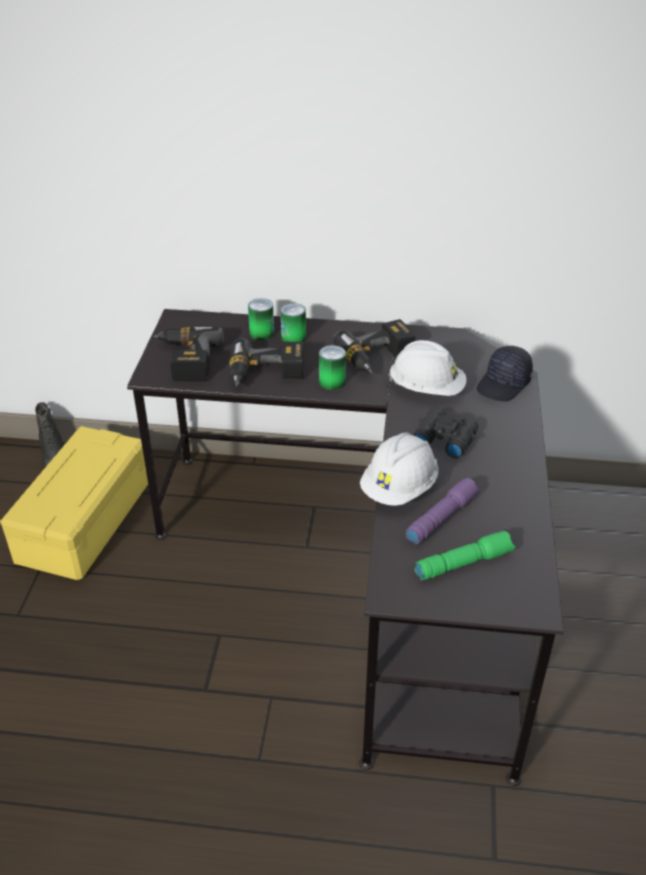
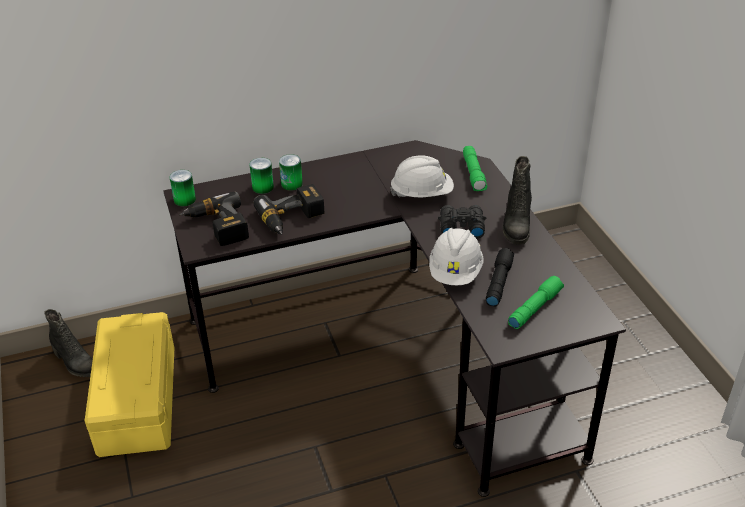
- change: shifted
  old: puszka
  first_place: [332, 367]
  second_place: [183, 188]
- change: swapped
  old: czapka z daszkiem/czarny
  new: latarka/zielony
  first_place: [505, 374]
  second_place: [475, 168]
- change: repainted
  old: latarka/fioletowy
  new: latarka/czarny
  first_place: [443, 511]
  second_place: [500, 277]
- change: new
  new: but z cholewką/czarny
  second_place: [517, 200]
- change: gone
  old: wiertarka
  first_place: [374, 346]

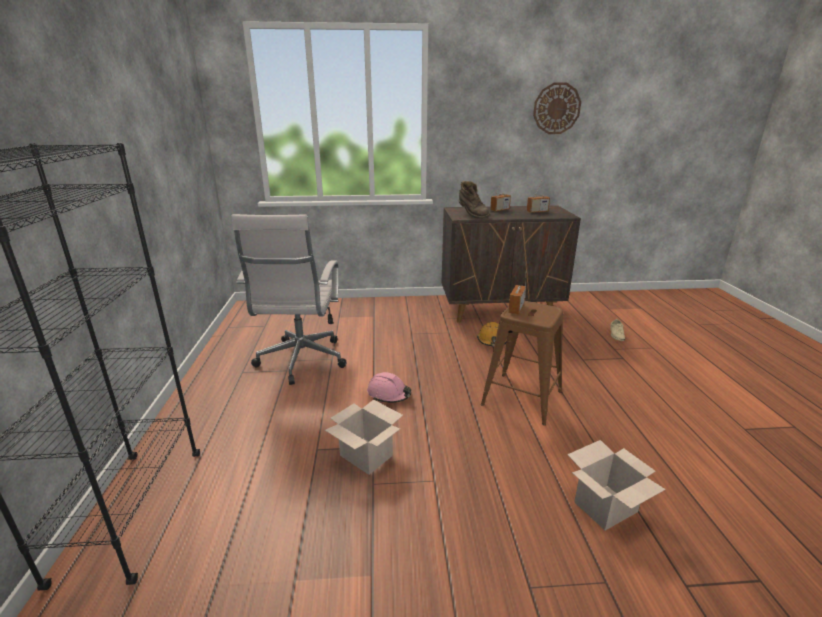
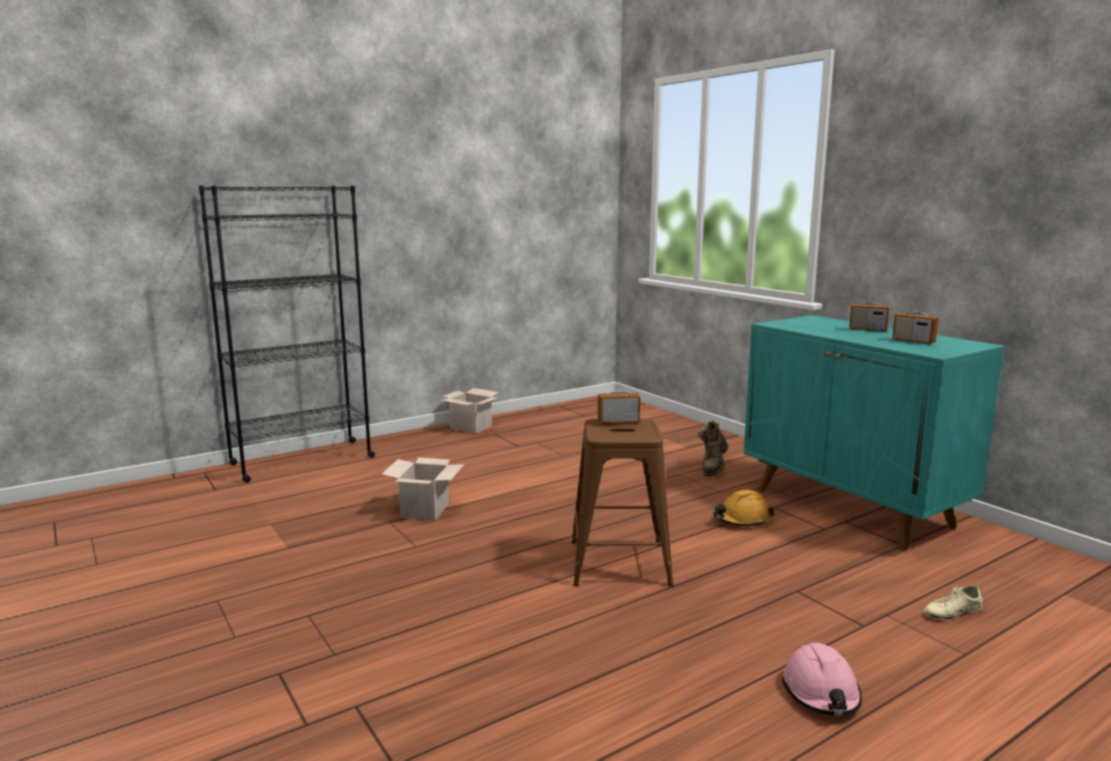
- change: shifted
  old: karton
  first_place: [616, 485]
  second_place: [469, 411]
- change: shifted
  old: but z cholewką/brązowy
  first_place: [474, 200]
  second_place: [712, 448]
- change: repainted
  old: szafka/brązowy
  new: szafka/turkusowy
  first_place: [511, 264]
  second_place: [874, 433]
- change: shifted
  old: kask/różowy
  first_place: [389, 387]
  second_place: [822, 679]
- change: gone
  old: krzesło biurowe/biały
  first_place: [289, 299]
- change: gone
  old: zegar ścienny
  first_place: [557, 108]

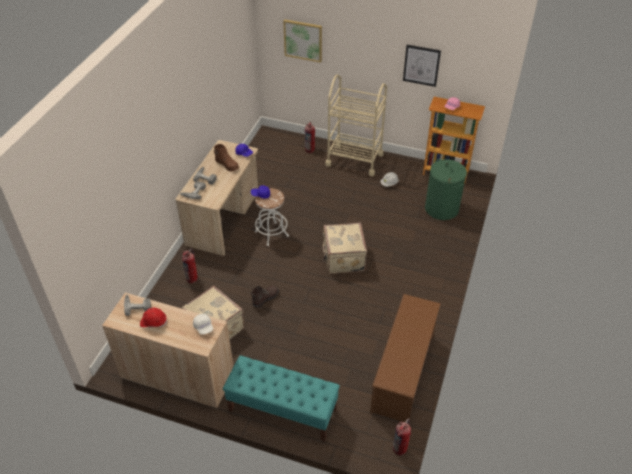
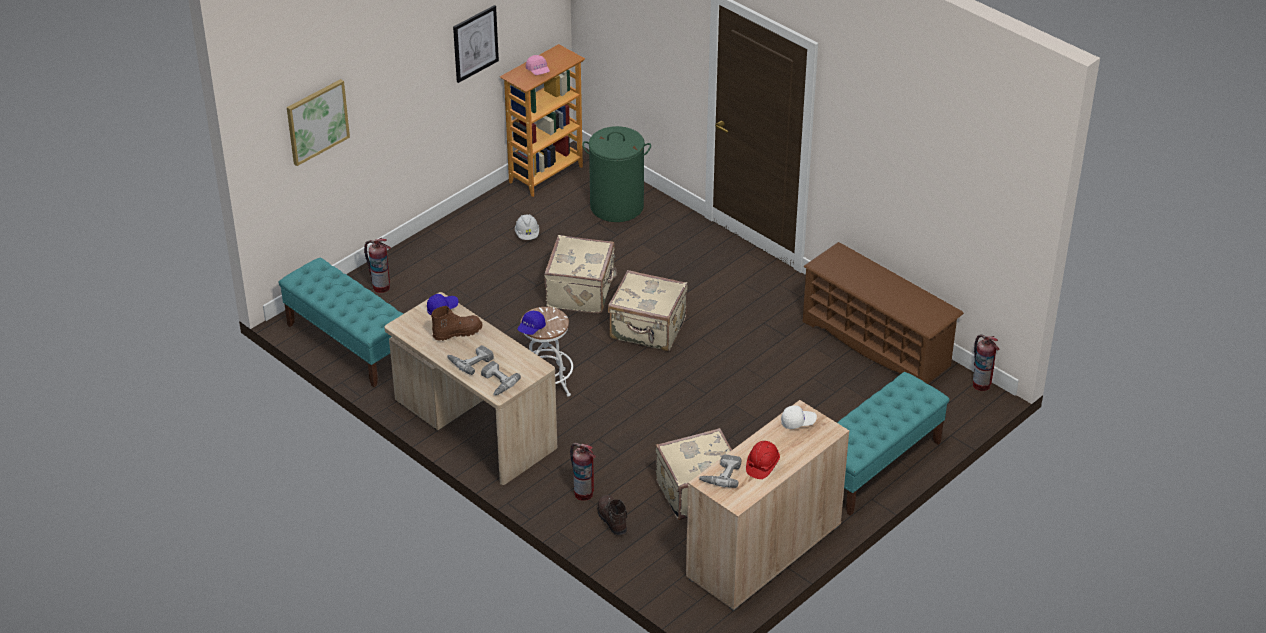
- change: new
  new: ławka/turkusowy
  second_place: [341, 322]
- change: new
  new: walizka/beżowy
  second_place: [580, 274]
- change: shifted
  old: but z cholewką/brązowy
  first_place: [265, 296]
  second_place: [612, 515]
- change: gone
  old: wózek/beżowy
  first_place: [356, 125]

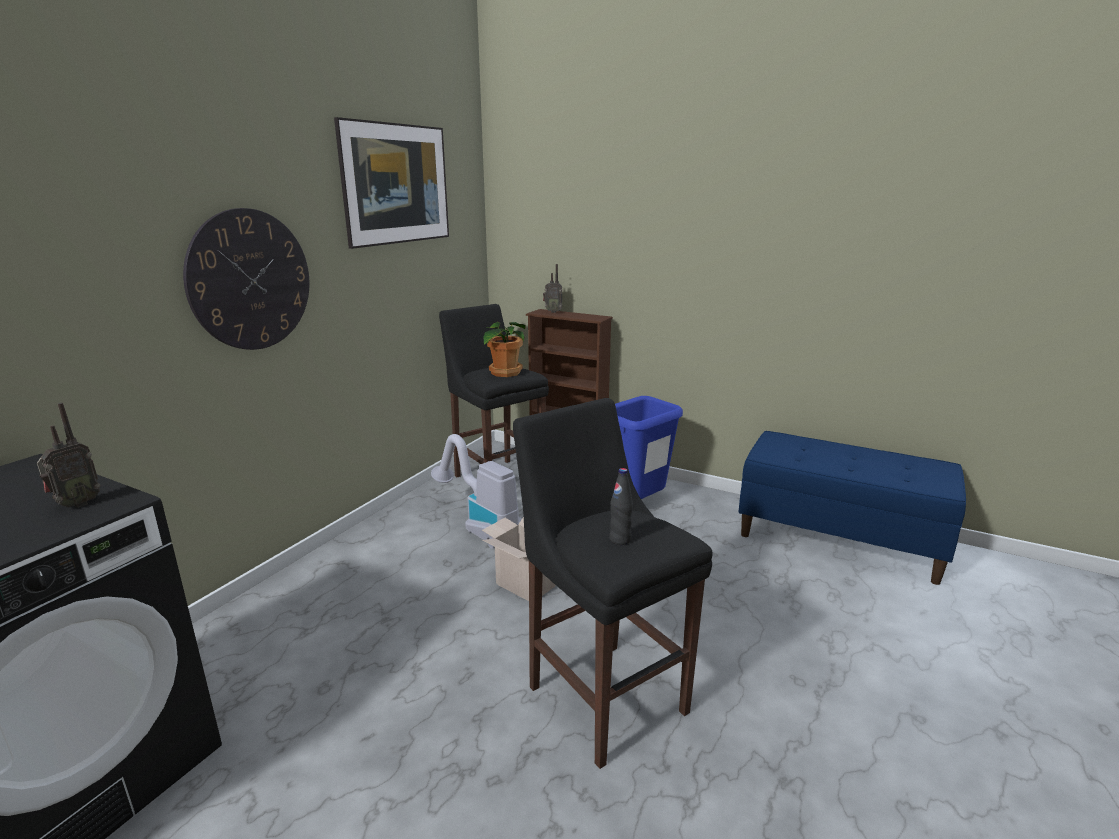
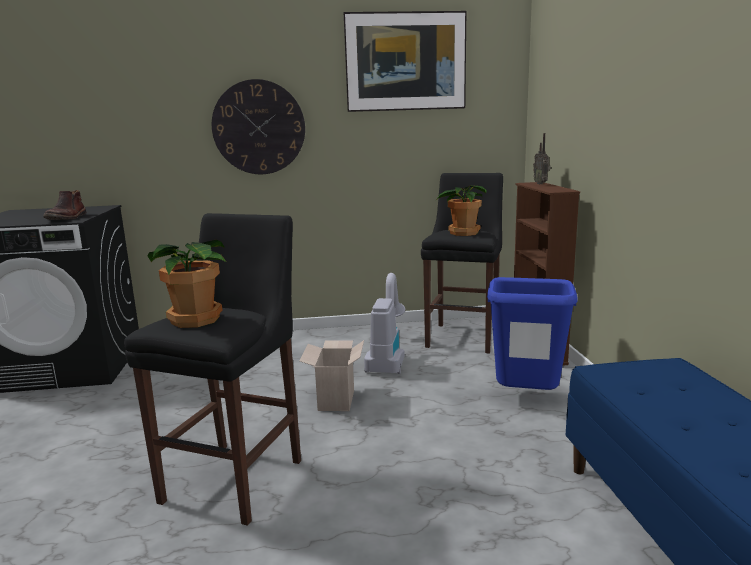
- change: swapped
  old: radio
  new: but z cholewką/brązowy
  first_place: [69, 455]
  second_place: [64, 205]
- change: swapped
  old: butelka/czarny
  new: roślina doniczkowa
  first_place: [621, 506]
  second_place: [187, 283]

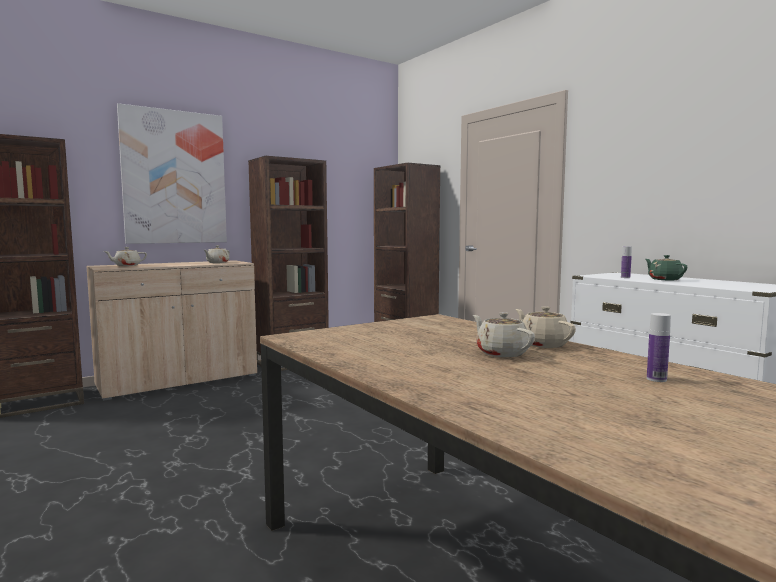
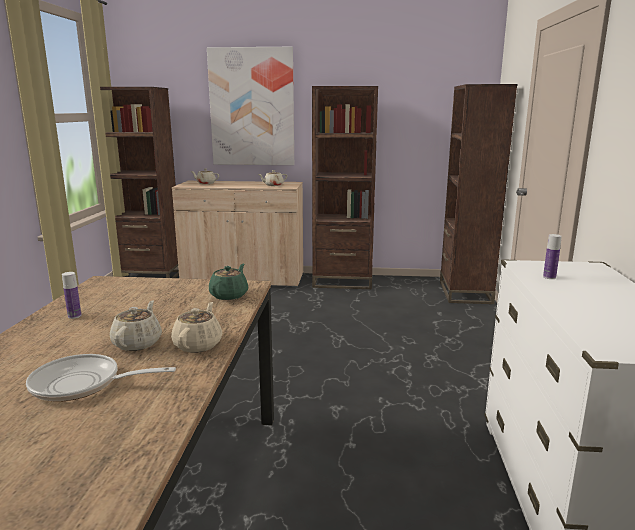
- change: new
  new: patelnia
  second_place: [101, 378]
- change: shifted
  old: butelka
  first_place: [659, 347]
  second_place: [71, 295]
- change: shifted
  old: imbryk/zielony
  first_place: [666, 267]
  second_place: [228, 282]

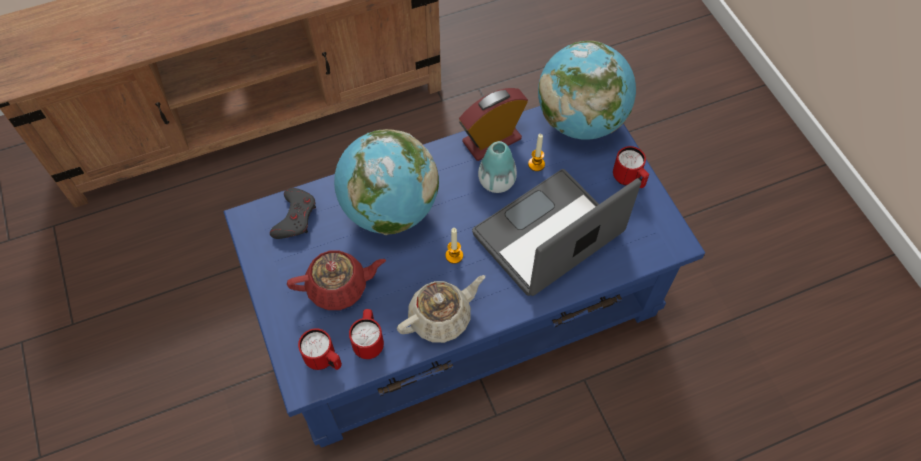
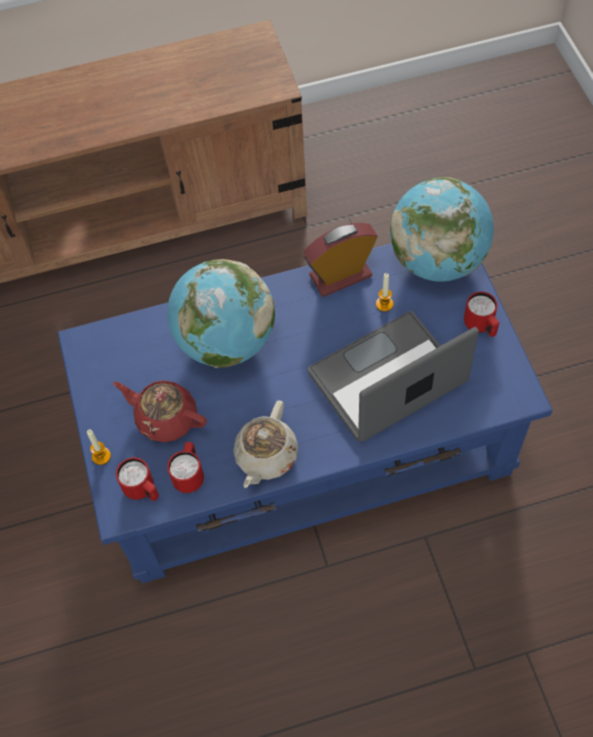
- change: shifted
  old: świeca
  first_place: [454, 246]
  second_place: [99, 447]
- change: rotated
  old: imbryk/czerwony
  first_place: [336, 280]
  second_place: [160, 411]
  degrees: -150
- change: rotated
  old: imbryk/beżowy
  first_place: [441, 309]
  second_place: [266, 444]
  degrees: 135
- change: gone
  old: pad do gier/szary
  first_place: [293, 213]
- change: gone
  old: wazon
  first_place: [497, 167]

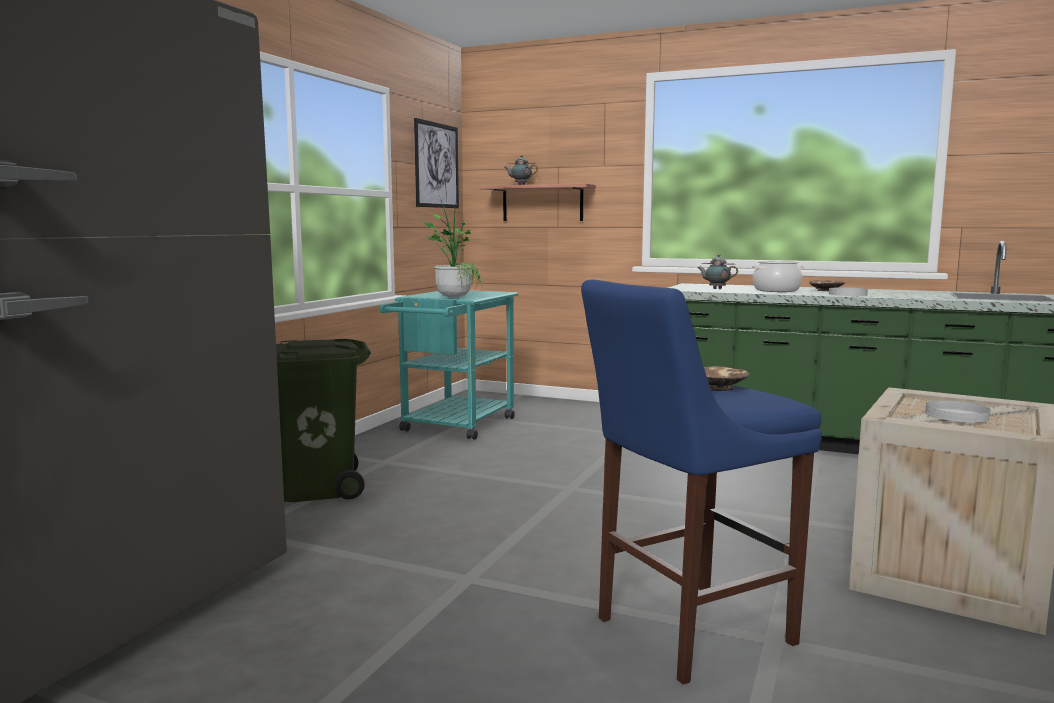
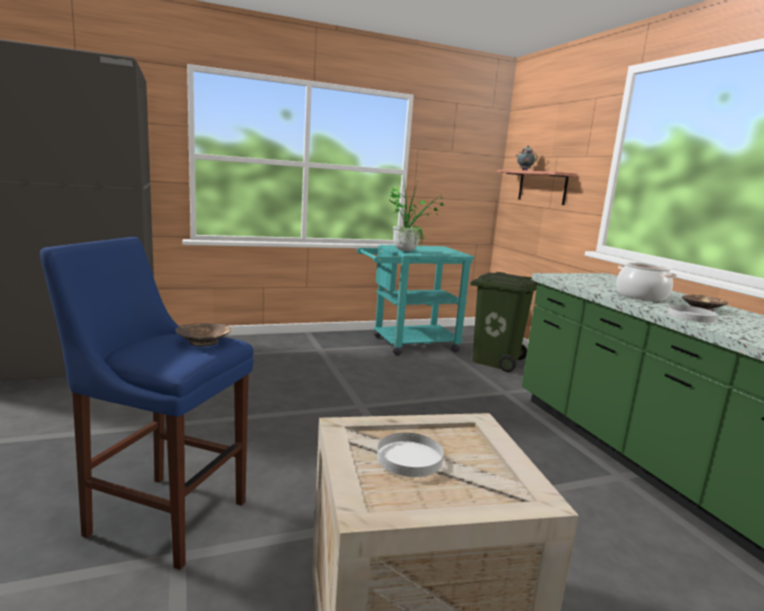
- change: shifted
  old: kosz na śmieci/zielony
  first_place: [323, 420]
  second_place: [503, 322]
- change: gone
  old: obraz
  first_place: [436, 163]
- change: gone
  old: imbryk
  first_place: [717, 271]

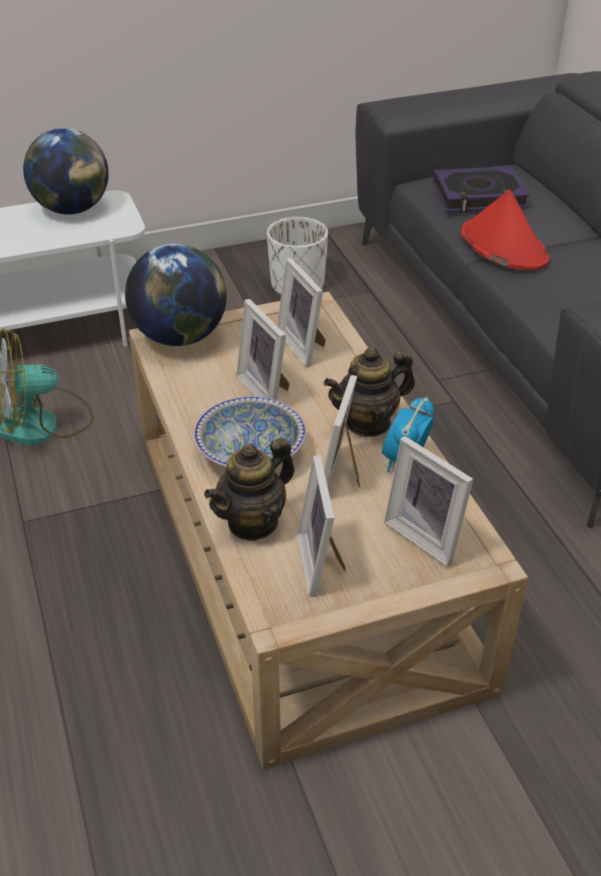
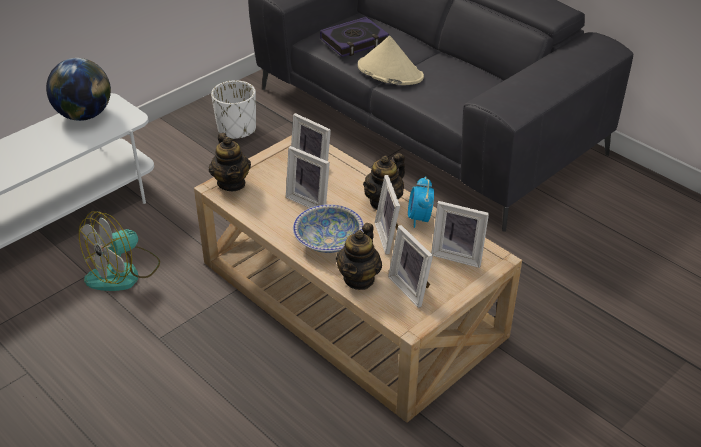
- change: swapped
  old: globus
  new: imbryk
  first_place: [176, 295]
  second_place: [230, 162]
- change: repainted
  old: kapelusz/czerwony
  new: kapelusz/beżowy
  first_place: [505, 230]
  second_place: [391, 60]

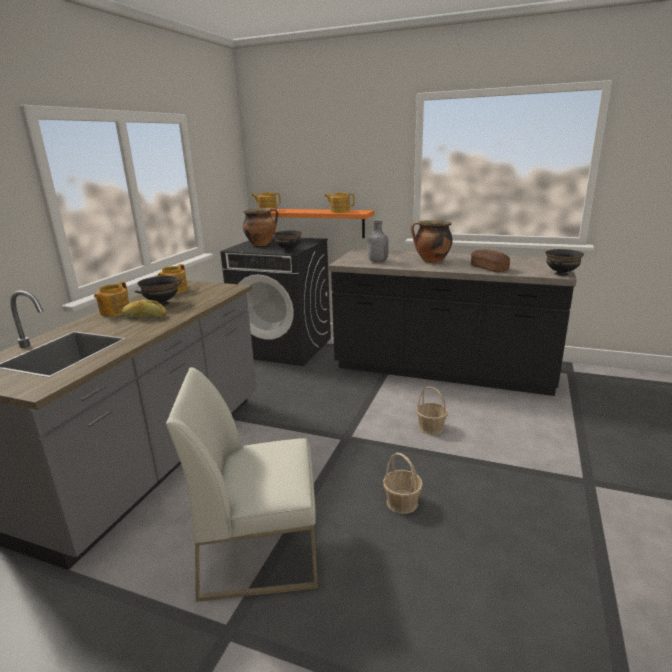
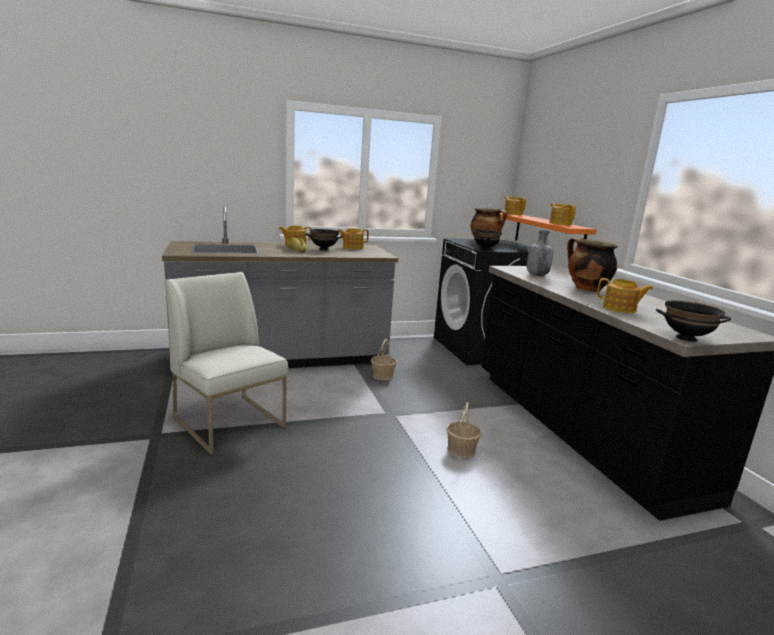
- change: shifted
  old: koszyk
  first_place: [403, 483]
  second_place: [384, 360]
- change: swapped
  old: chleb
  new: imbryk
  first_place: [490, 260]
  second_place: [625, 295]

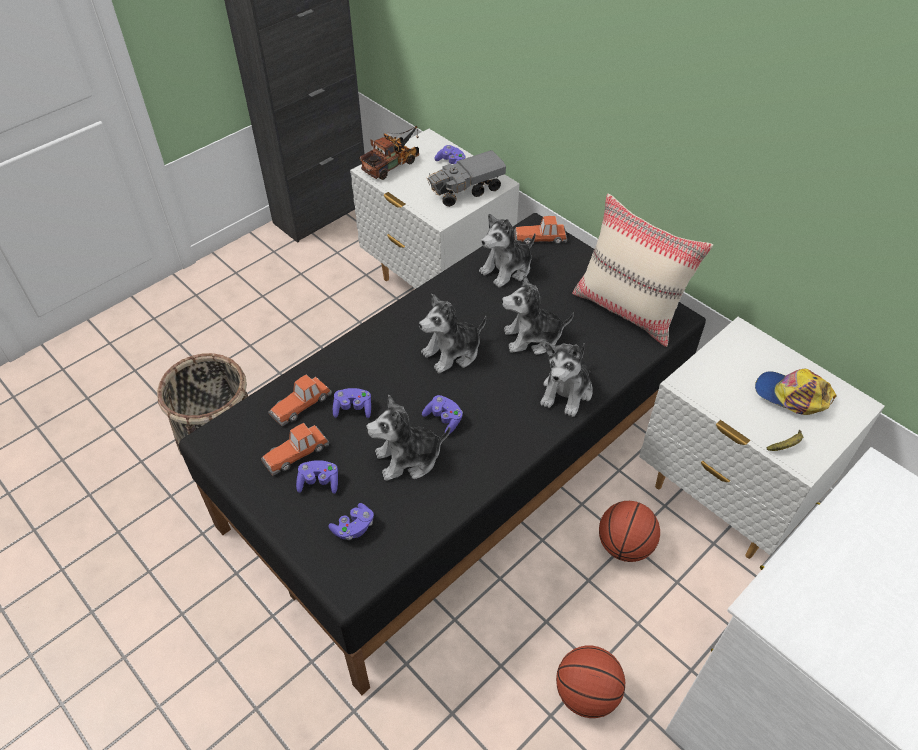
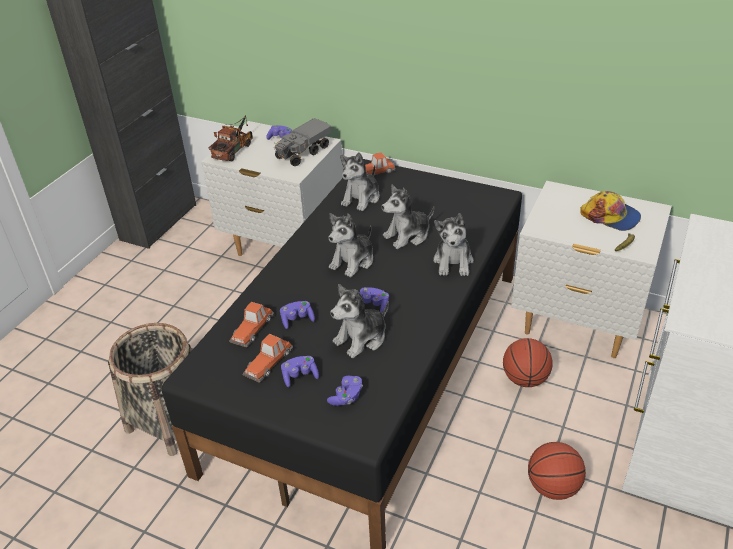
- change: rotated
  old: czapka z daszkiem
  first_place: [796, 392]
  second_place: [610, 211]
  degrees: -150
- change: gone
  old: poduszka/beżowy
  first_place: [642, 270]

